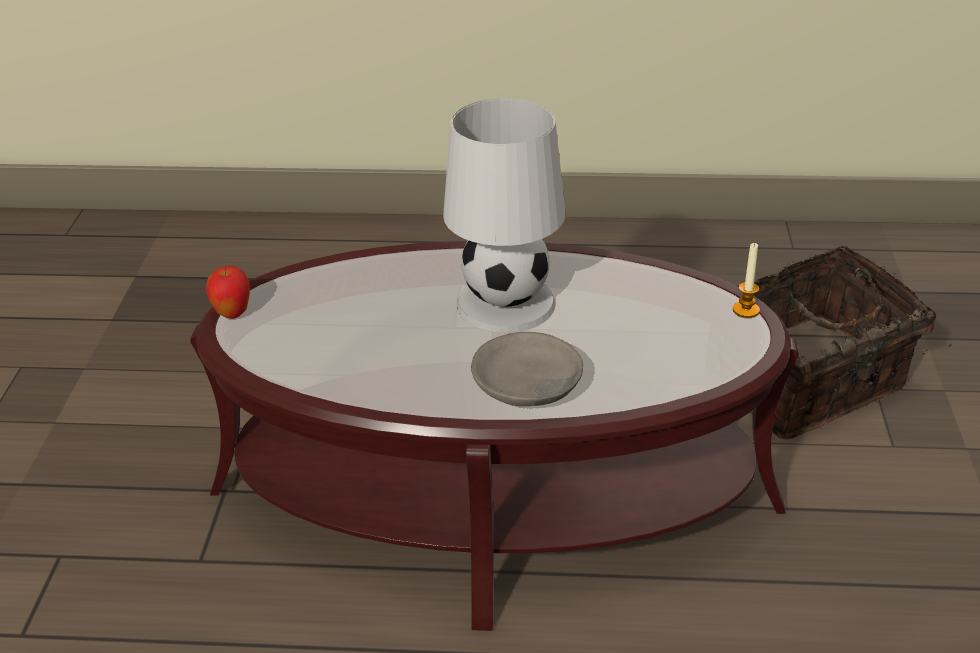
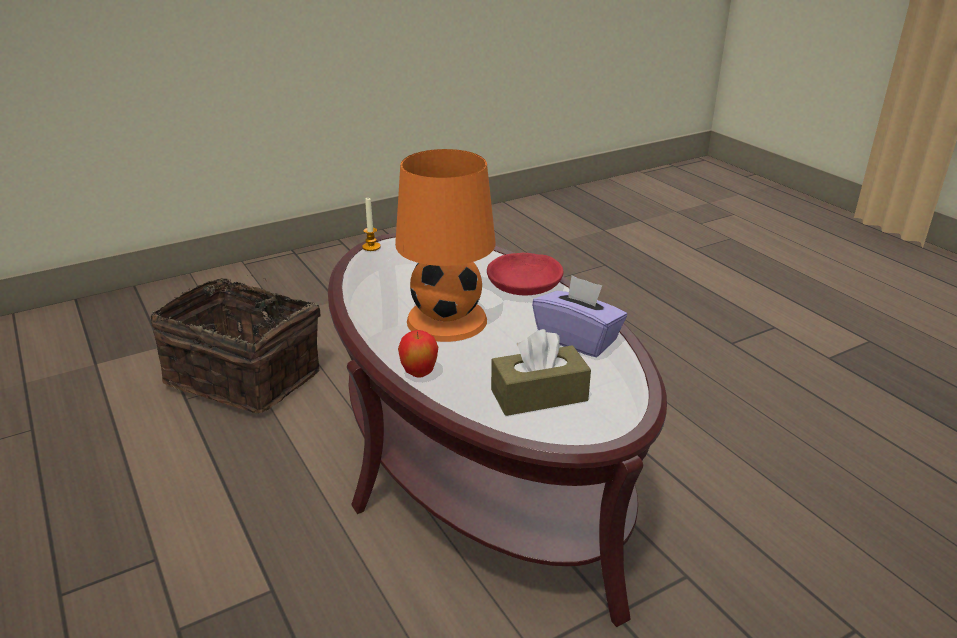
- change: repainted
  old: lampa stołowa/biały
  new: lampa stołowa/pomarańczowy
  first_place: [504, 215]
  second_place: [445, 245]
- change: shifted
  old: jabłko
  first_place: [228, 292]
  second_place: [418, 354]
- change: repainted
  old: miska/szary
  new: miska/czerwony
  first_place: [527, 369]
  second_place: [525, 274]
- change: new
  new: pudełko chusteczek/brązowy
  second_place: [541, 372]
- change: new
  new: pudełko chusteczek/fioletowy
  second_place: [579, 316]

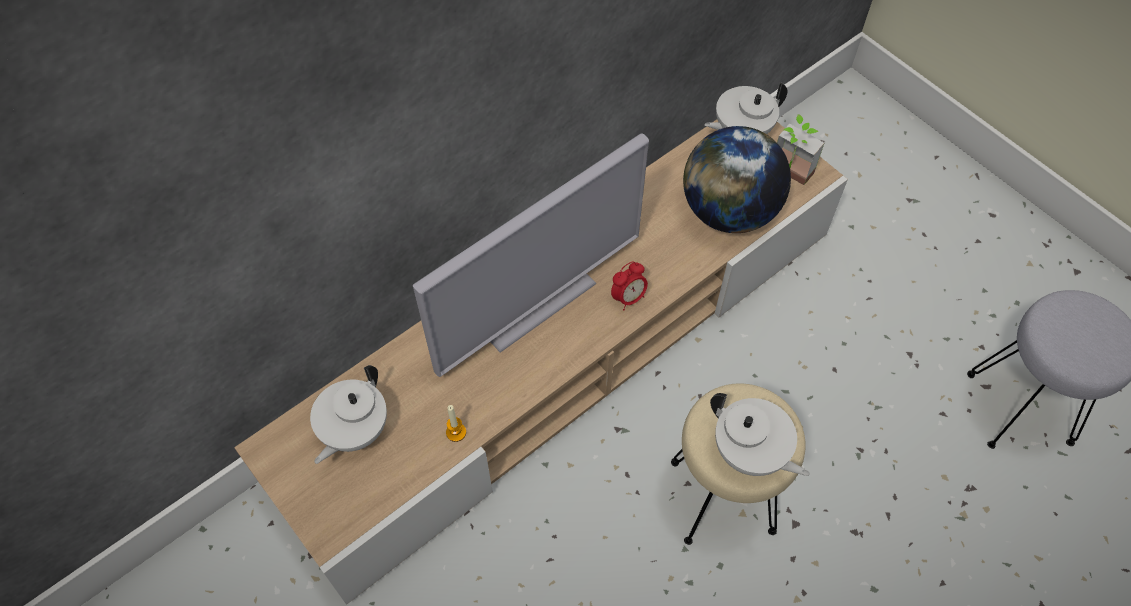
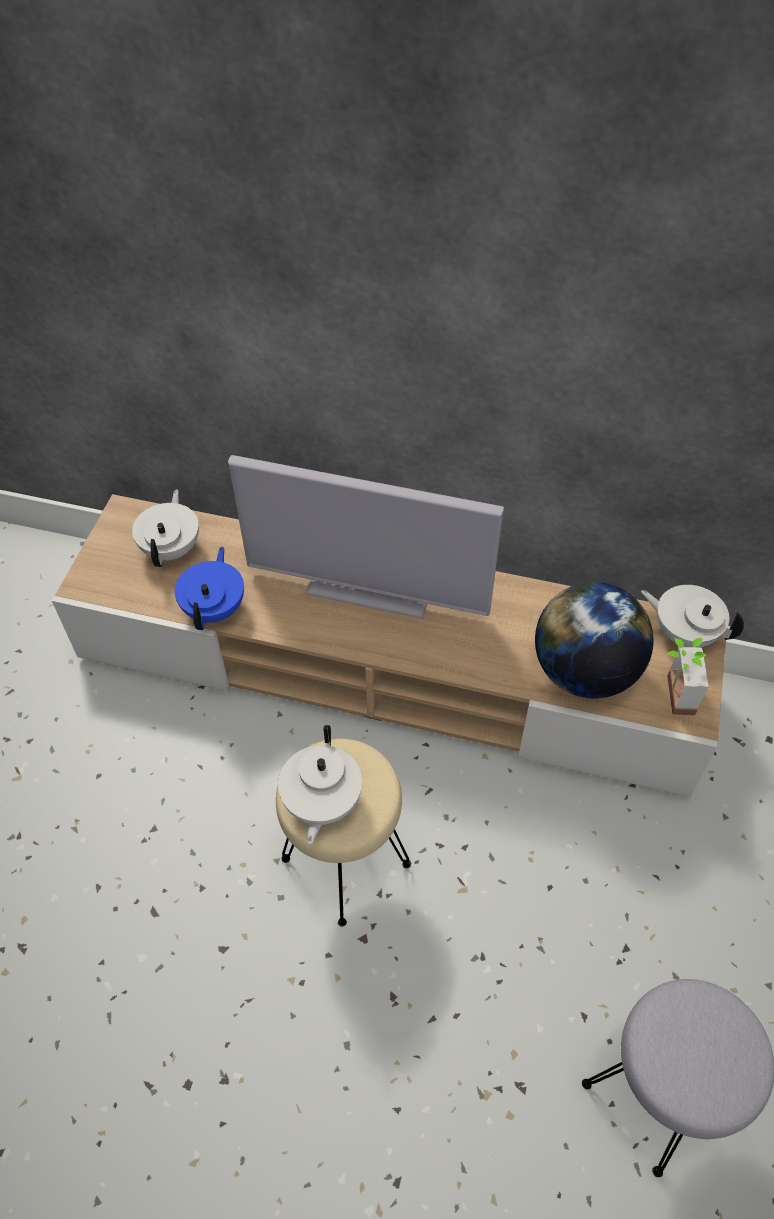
- change: rotated
  old: imbryk/biały
  first_place: [348, 414]
  second_place: [165, 528]
  degrees: 105
- change: swapped
  old: świeca
  new: imbryk/niebieski
  first_place: [456, 423]
  second_place: [209, 588]
- change: gone
  old: budzik
  first_place: [629, 286]

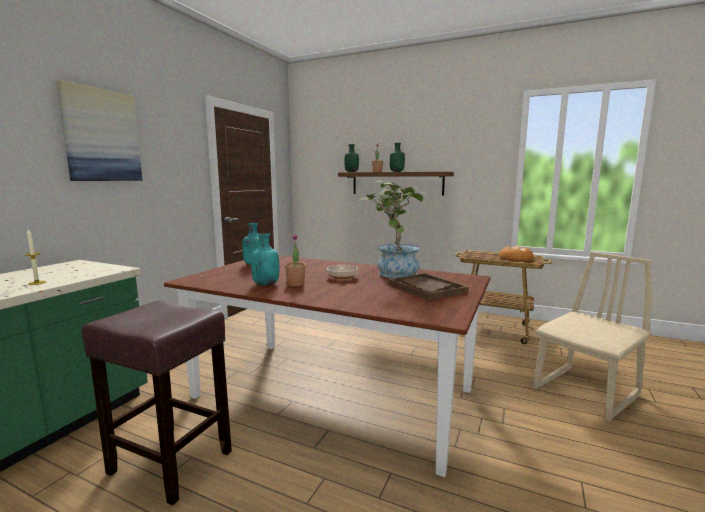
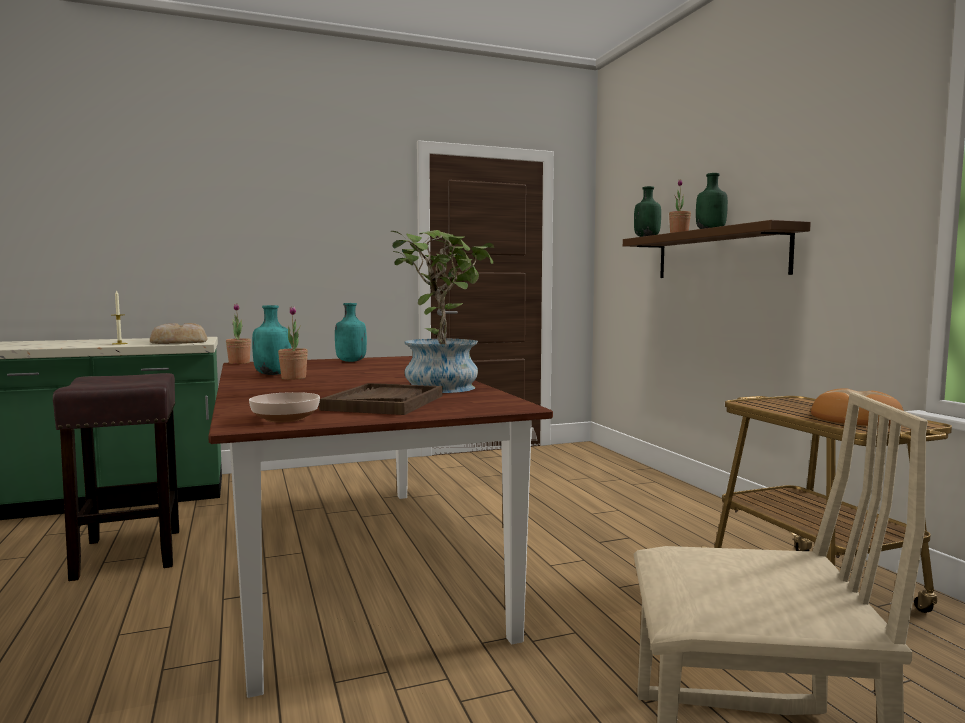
- change: new
  new: chleb
  second_place: [178, 333]
- change: new
  new: roślina doniczkowa
  second_place: [238, 333]
- change: shifted
  old: miska
  first_place: [342, 272]
  second_place: [284, 407]
- change: gone
  old: obraz
  first_place: [99, 130]

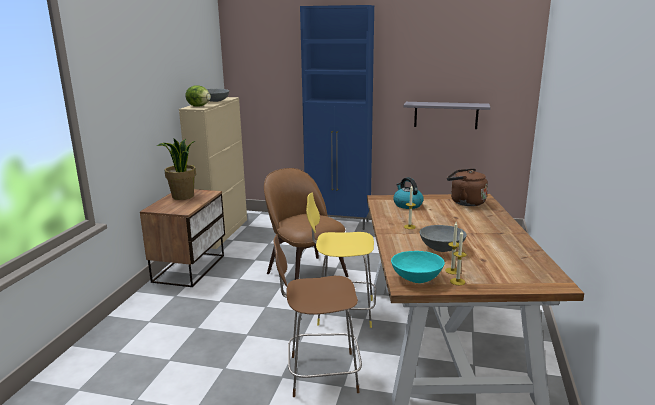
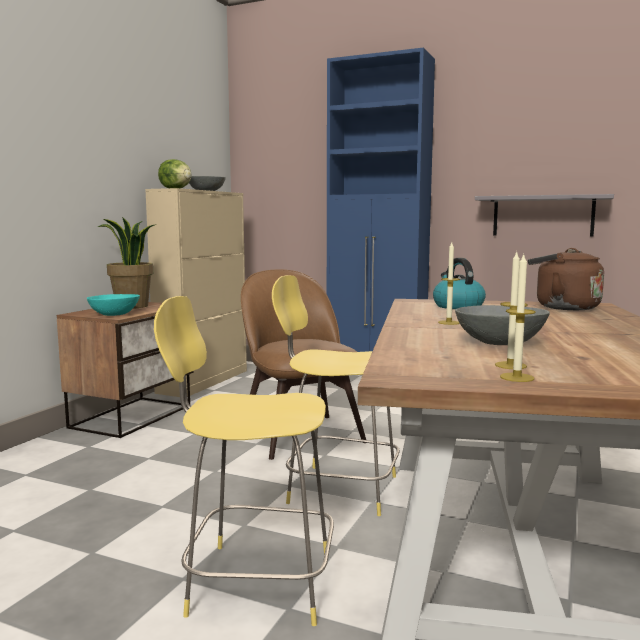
- change: shifted
  old: miska/turkusowy
  first_place: [418, 267]
  second_place: [113, 305]
- change: repainted
  old: stołek/brązowy
  new: stołek/żółty
  first_place: [317, 315]
  second_place: [244, 461]

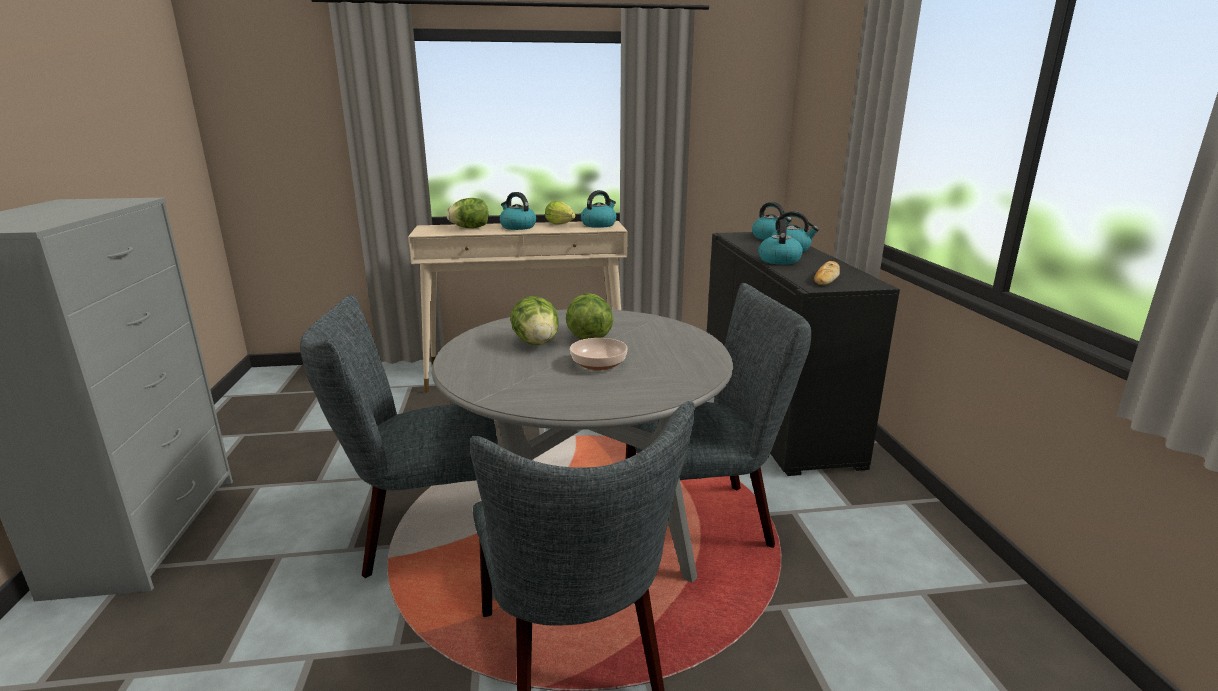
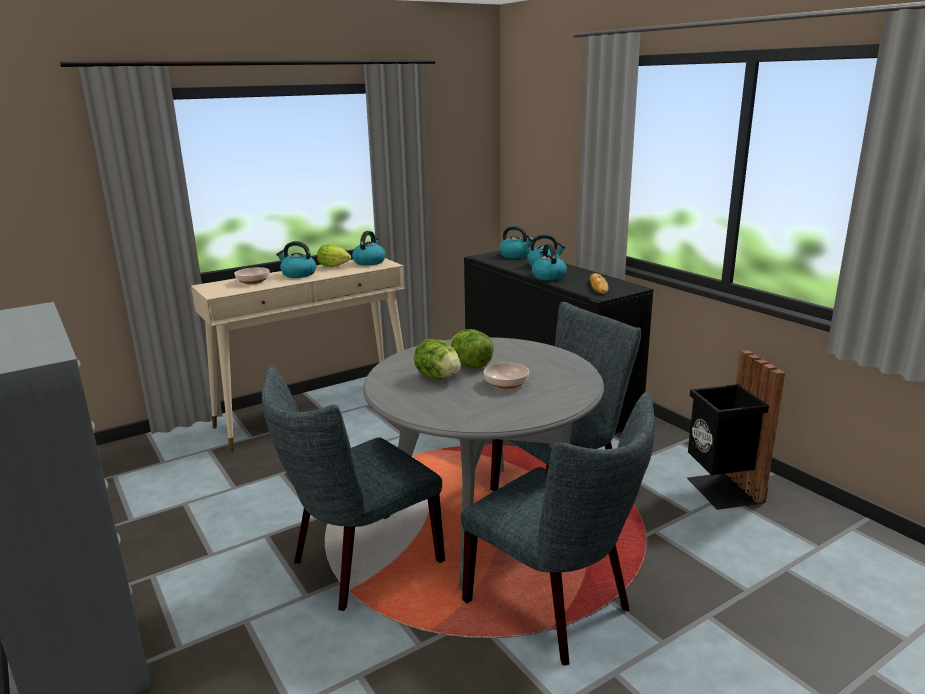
- change: swapped
  old: sałata
  new: miska
  first_place: [467, 213]
  second_place: [251, 275]
- change: new
  new: kosz na śmieci/czarny
  second_place: [736, 430]

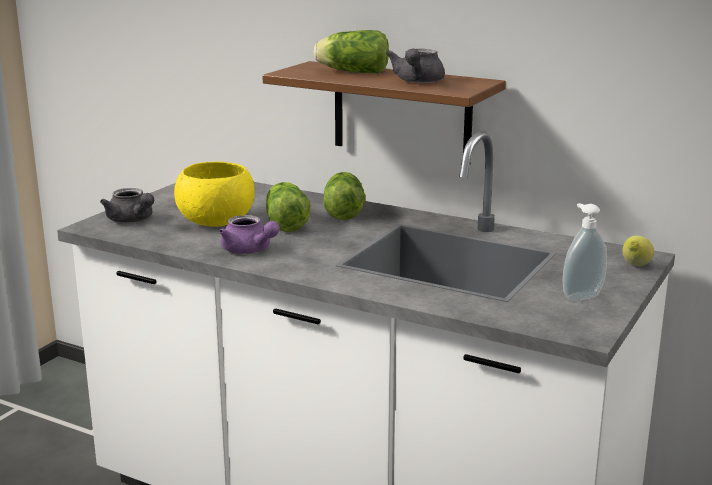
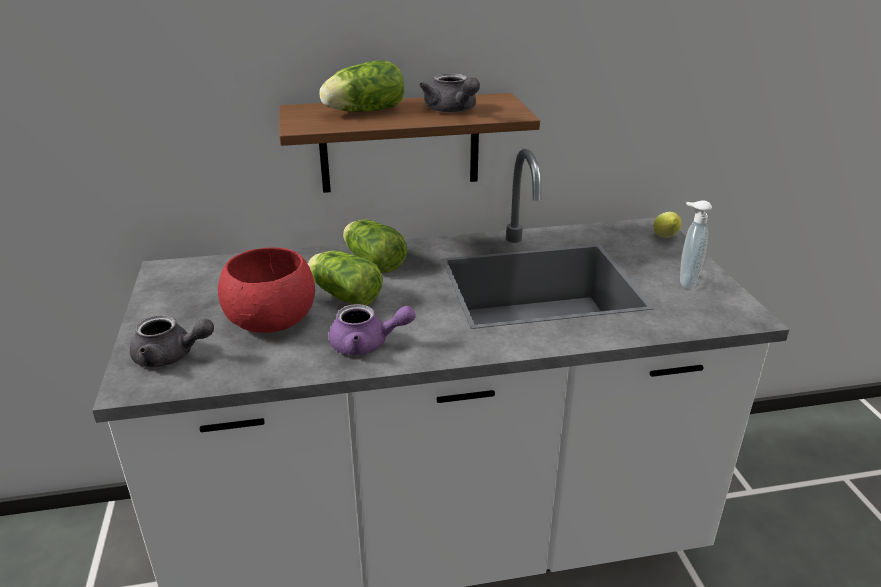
- change: repainted
  old: miska/żółty
  new: miska/czerwony
  first_place: [214, 194]
  second_place: [266, 290]

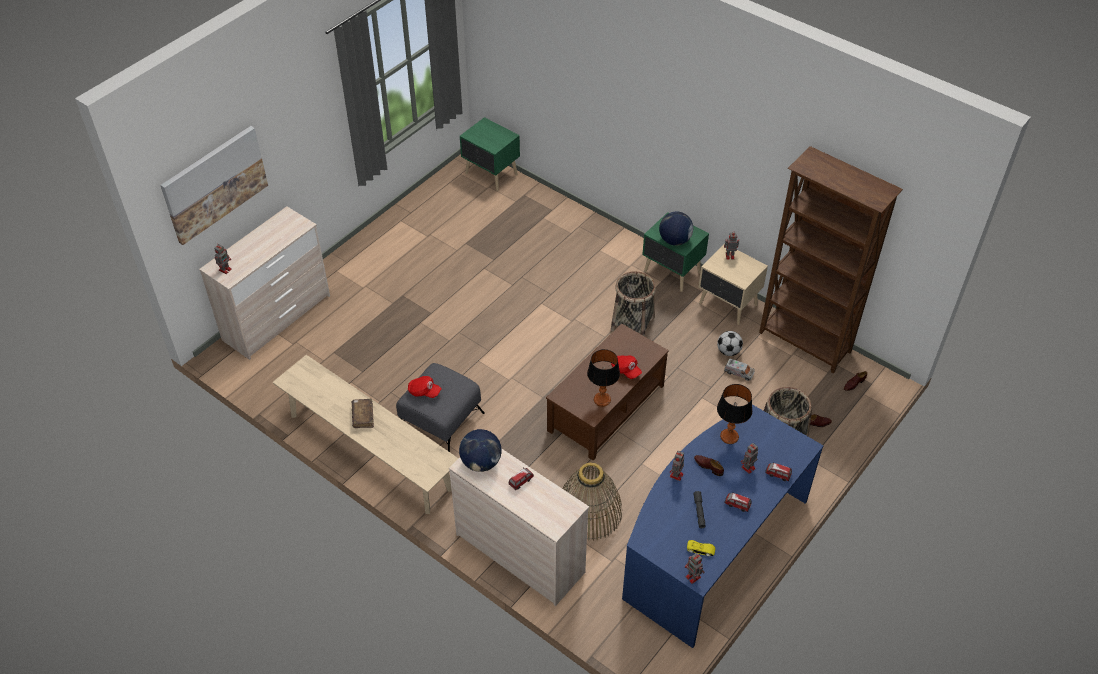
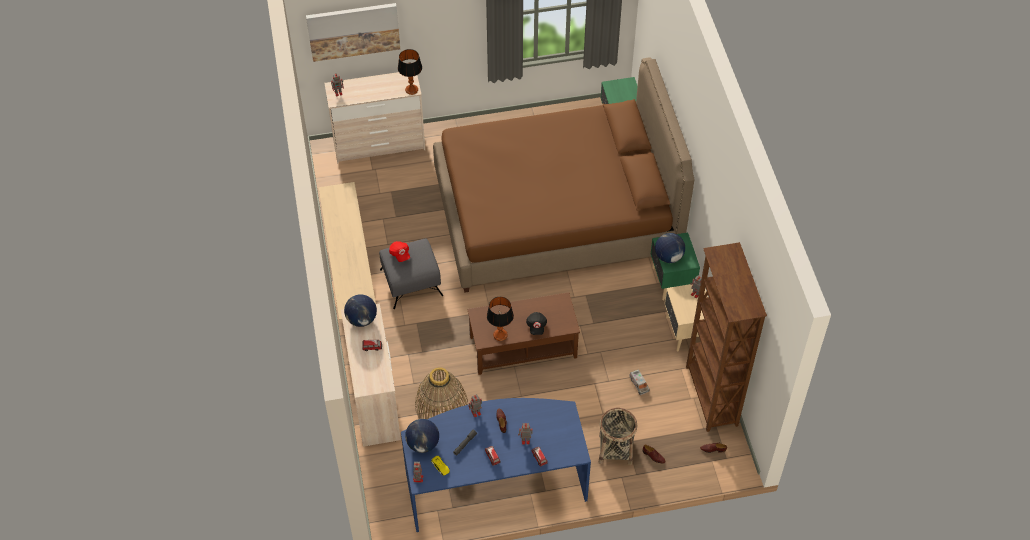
- change: shifted
  old: lampa stołowa
  first_place: [734, 414]
  second_place: [410, 72]
- change: new
  new: globus
  second_place: [422, 436]
- change: new
  new: łóżko/brązowy
  second_place: [563, 175]
- change: repainted
  old: czapka z daszkiem/czerwony
  new: czapka z daszkiem/czarny
  first_place: [626, 367]
  second_place: [536, 323]
- change: gone
  old: książka/brązowy
  first_place: [363, 413]
- change: gone
  old: koszyk
  first_place: [633, 304]
- change: gone
  old: piłka futbolowa
  first_place: [730, 343]

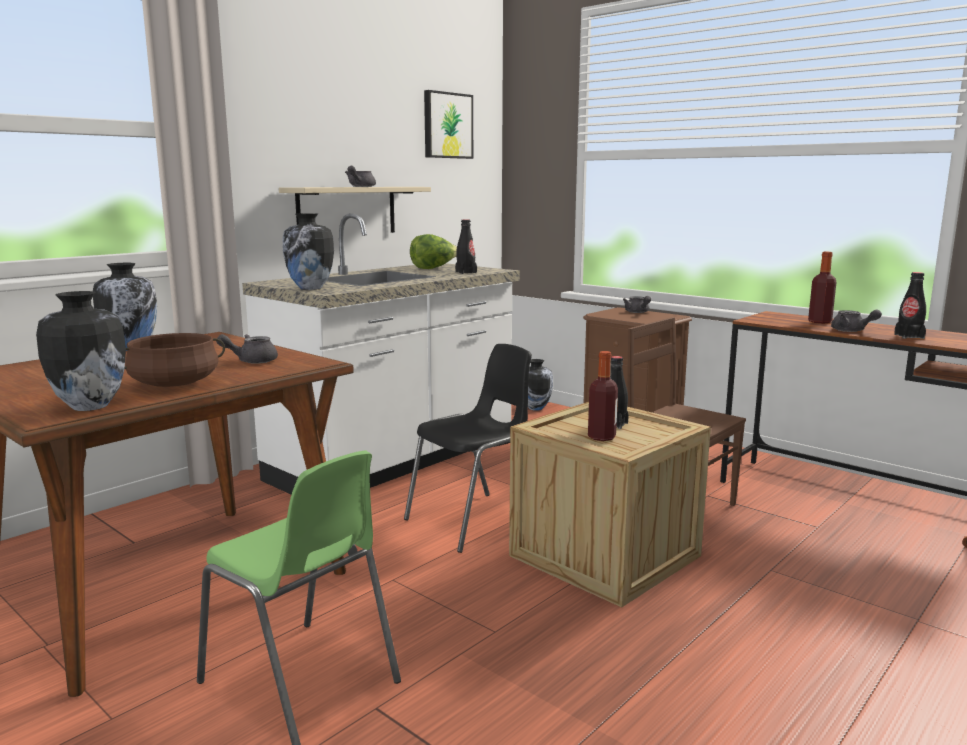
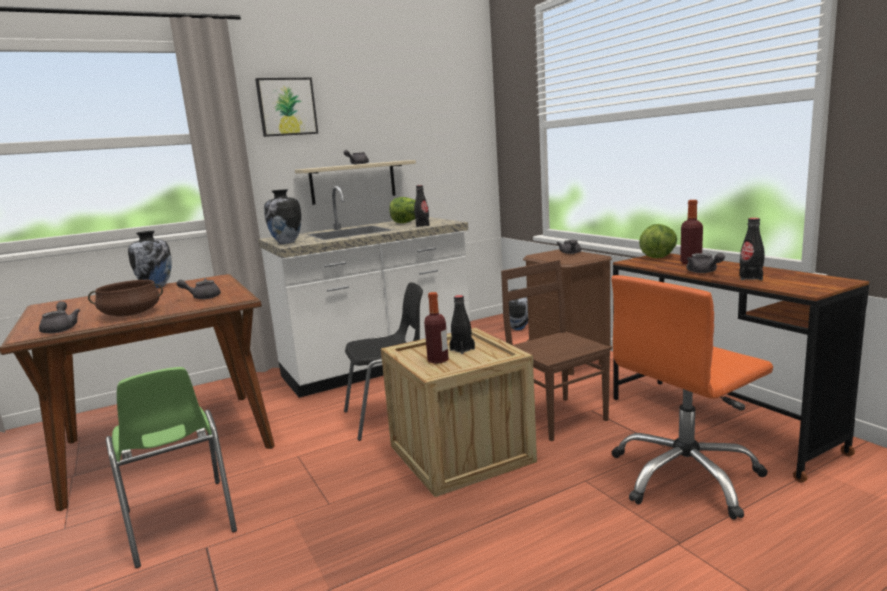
- change: swapped
  old: wazon
  new: imbryk/szary
  first_place: [81, 351]
  second_place: [59, 317]
- change: shifted
  old: obraz
  first_place: [448, 124]
  second_place: [286, 107]
- change: new
  new: krzesło biurowe/pomarańczowy
  second_place: [692, 397]
- change: new
  new: sałata
  second_place: [658, 241]

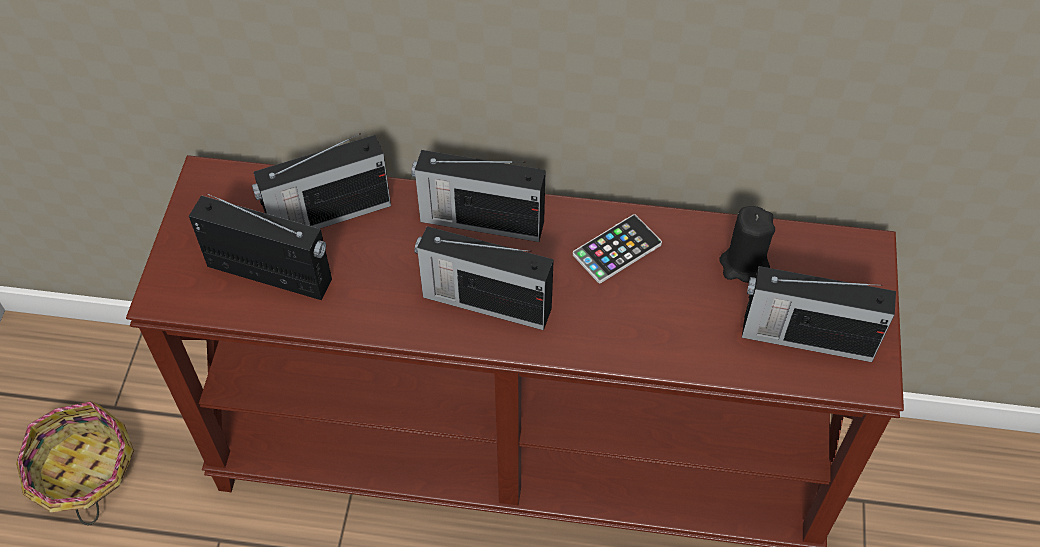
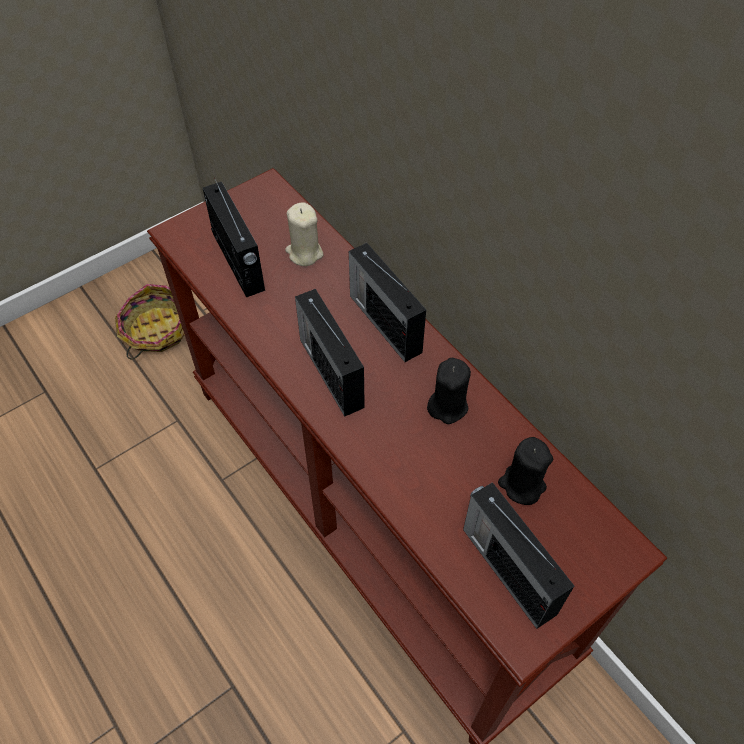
- change: swapped
  old: radio
  new: świeca/beżowy
  first_place: [321, 181]
  second_place: [304, 234]
- change: swapped
  old: telefon
  new: świeca/czarny
  first_place: [617, 248]
  second_place: [449, 390]

